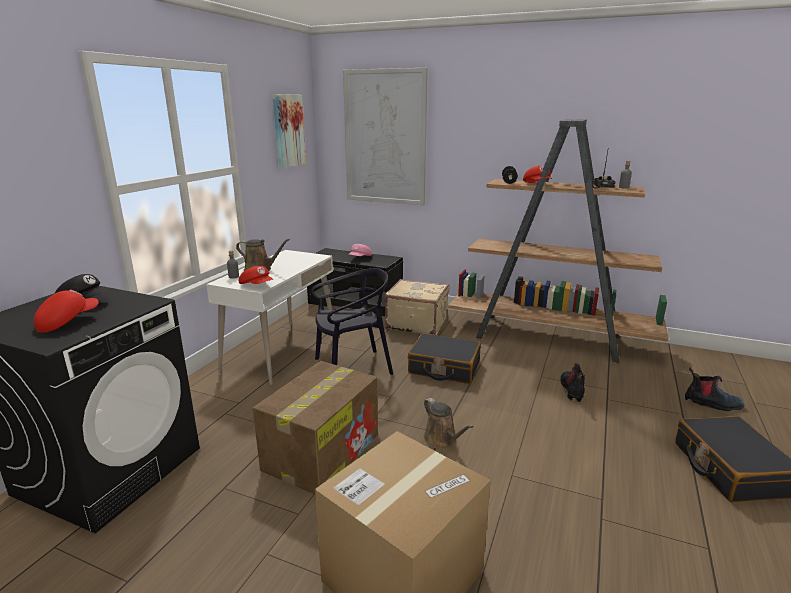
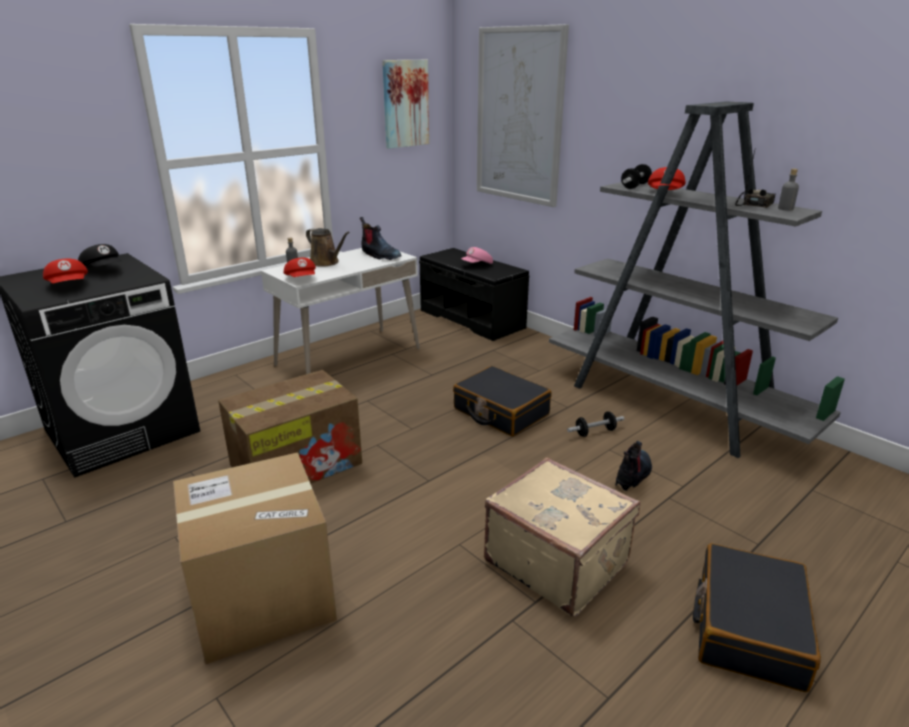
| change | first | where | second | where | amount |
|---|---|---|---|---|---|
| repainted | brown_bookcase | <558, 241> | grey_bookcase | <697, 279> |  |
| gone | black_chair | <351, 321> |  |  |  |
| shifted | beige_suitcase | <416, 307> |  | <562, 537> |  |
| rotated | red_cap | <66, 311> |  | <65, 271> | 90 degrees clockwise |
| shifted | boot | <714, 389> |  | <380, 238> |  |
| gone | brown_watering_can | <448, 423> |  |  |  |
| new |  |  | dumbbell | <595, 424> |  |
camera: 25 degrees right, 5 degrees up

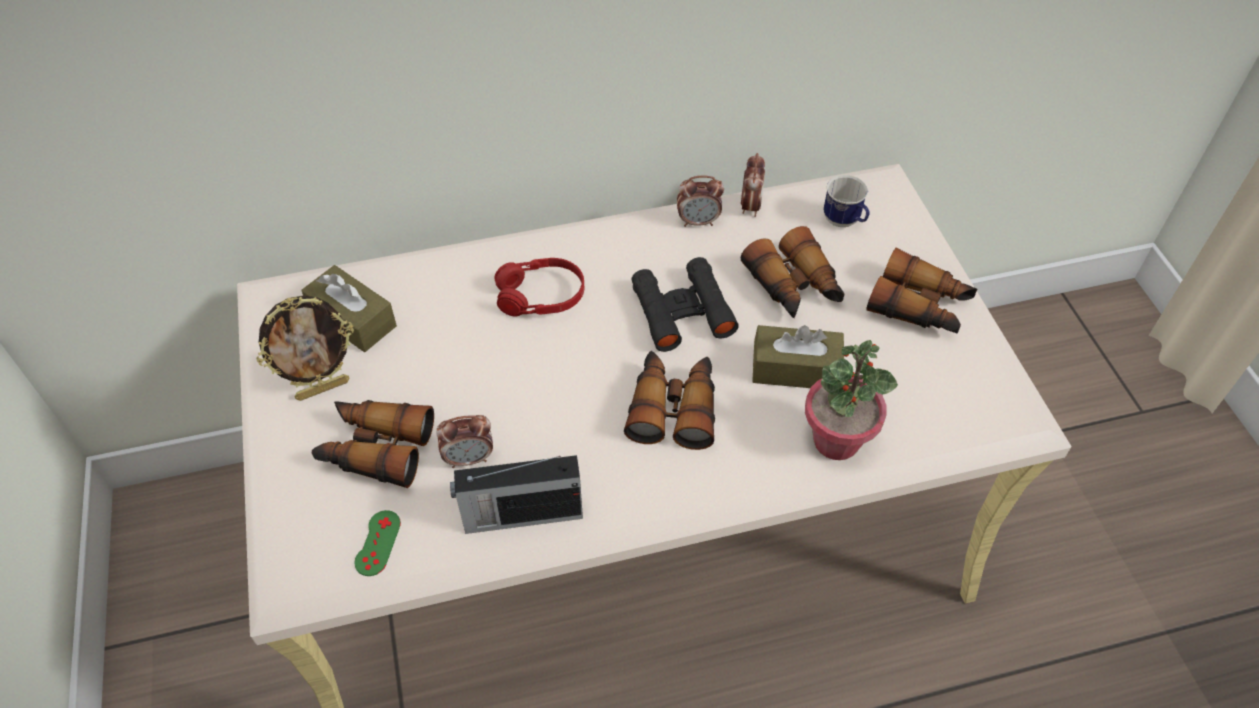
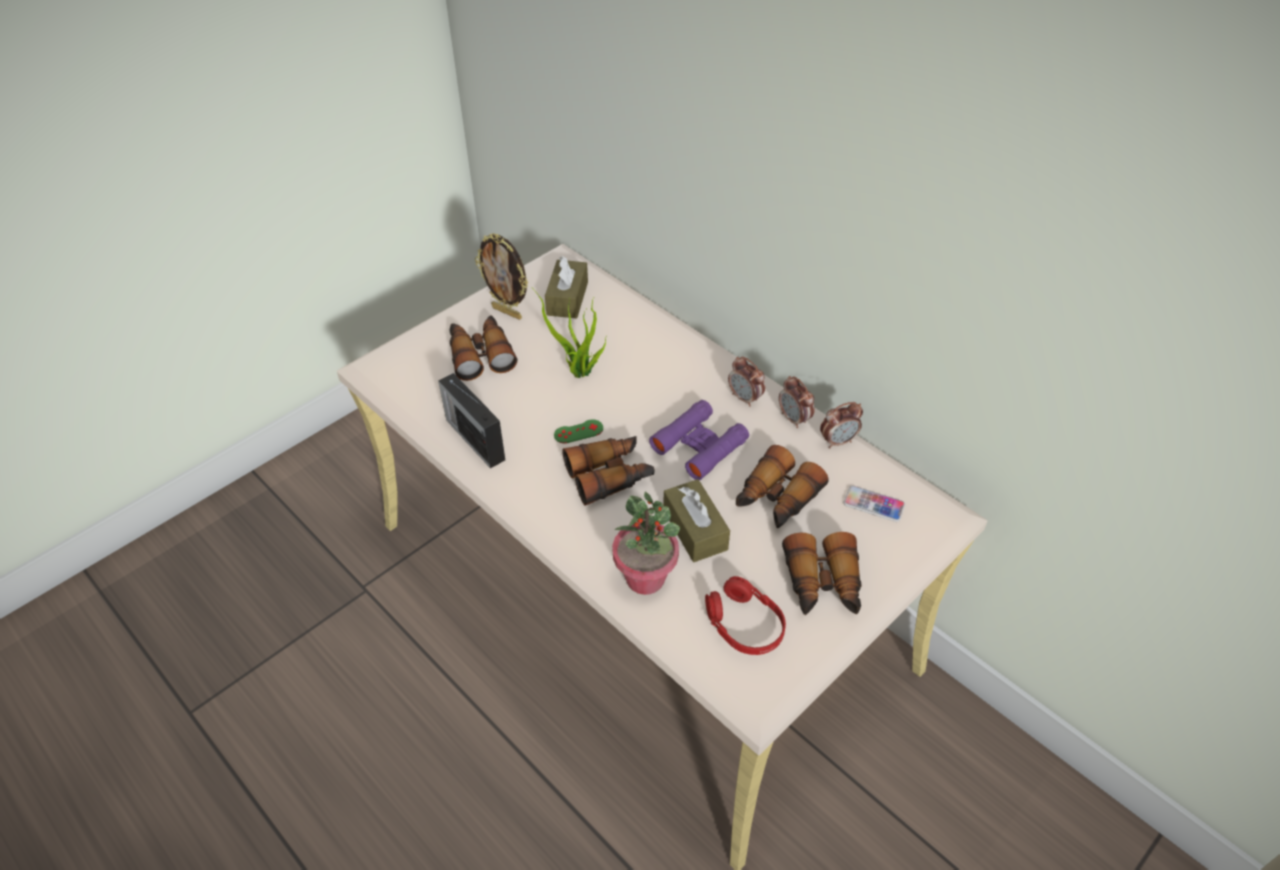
| change | first | where | second | where | amount |
|---|---|---|---|---|---|
| swapped | mug | <846, 201> | phone | <874, 503> |  |
| repainted | black_binoculars | <685, 304> | purple_binoculars | <699, 440> |  |
| shifted | red_headphones | <539, 287> |  | <745, 615> |  |
| shifted | alarm_clock | <464, 441> |  | <746, 381> |  |
| shifted | green_game_controller | <377, 543> |  | <578, 431> |  |
| new |  |  | potted_plant | <569, 333> |  |
camera: 60 degrees right, 5 degrees down

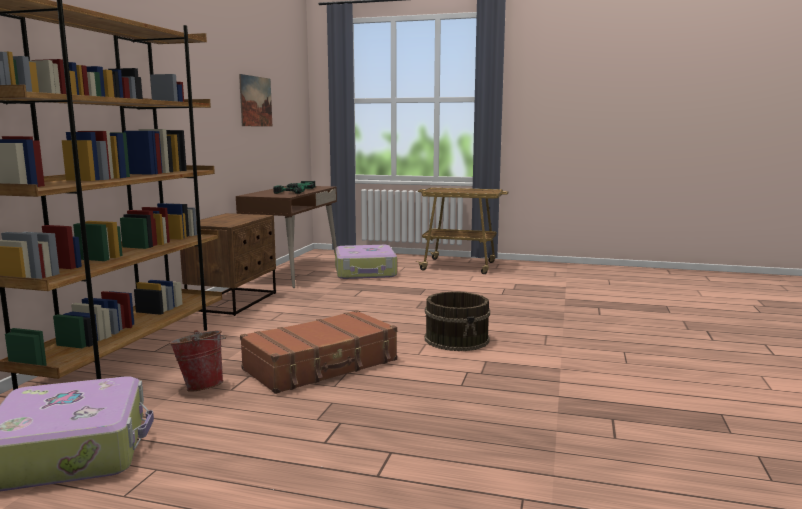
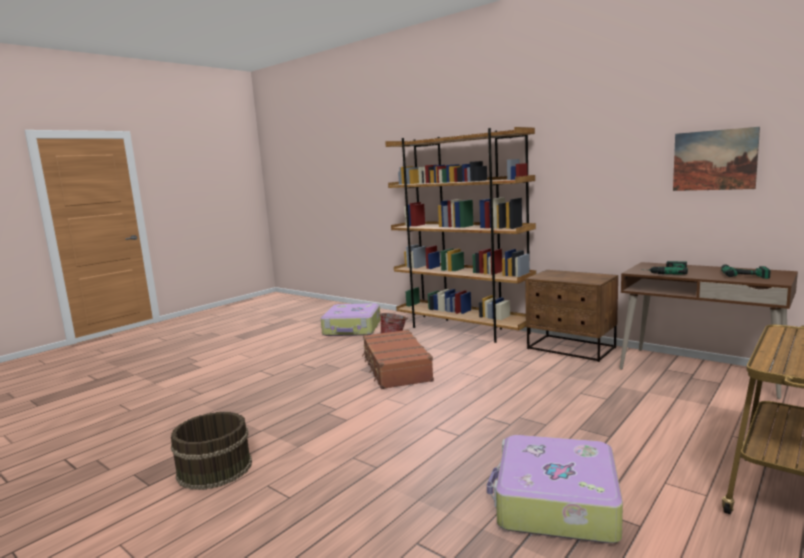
| change | first | where | second | where | amount |
|---|---|---|---|---|---|
| shifted | suitcase | <366, 262> |  | <555, 489> |  |
| shifted | brown_bucket | <457, 321> |  | <211, 451> |  |
camera: 115 degrees right, 0 degrees up

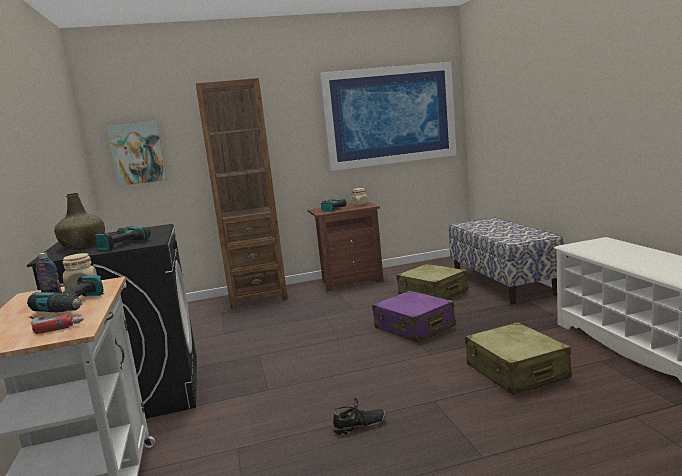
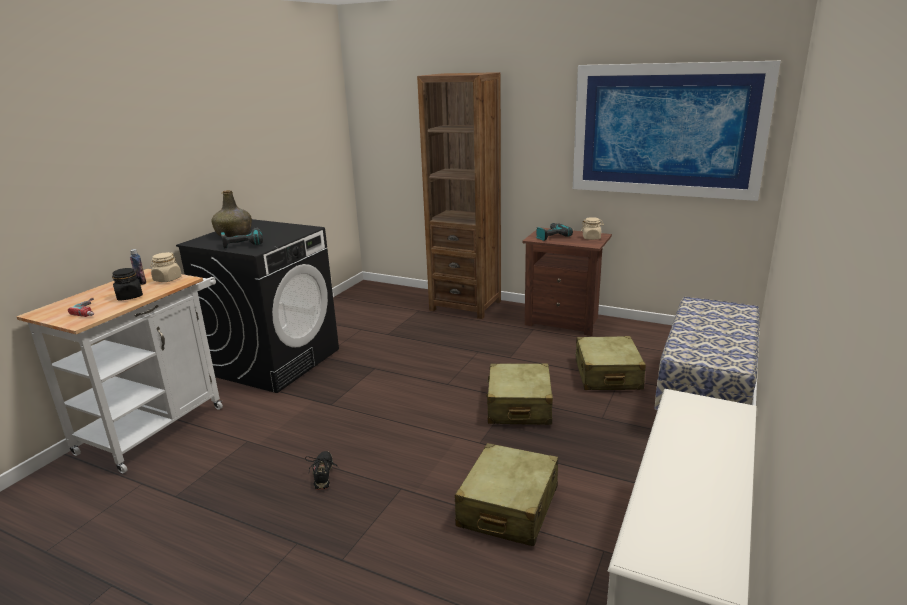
| change | first | where | second | where | amount |
|---|---|---|---|---|---|
| gone | picture | <136, 153> |  |  |  |
| swapped | power_drill | <65, 293> | black_jar | <127, 284> |  |
| repainted | purple_suitcase | <414, 317> | beige_suitcase | <519, 394> |  |
| rotated | black_shoe | <359, 416> |  | <321, 470> | 120 degrees counterclockwise |
camera: 40 degrees right, 10 degrees up

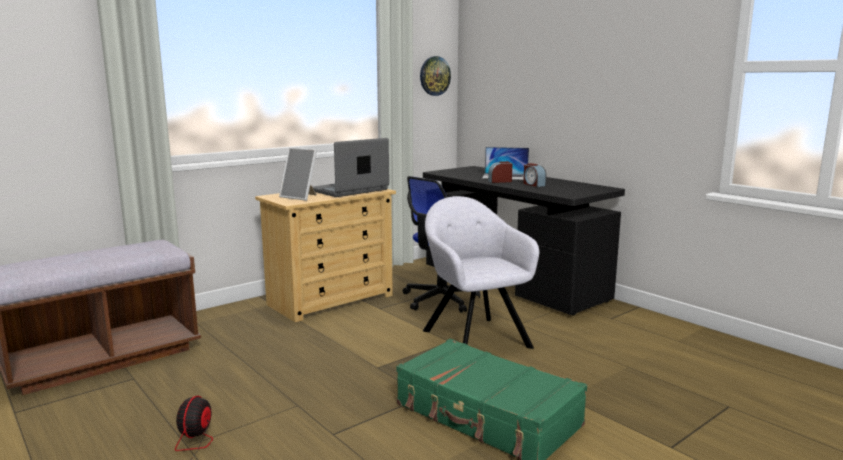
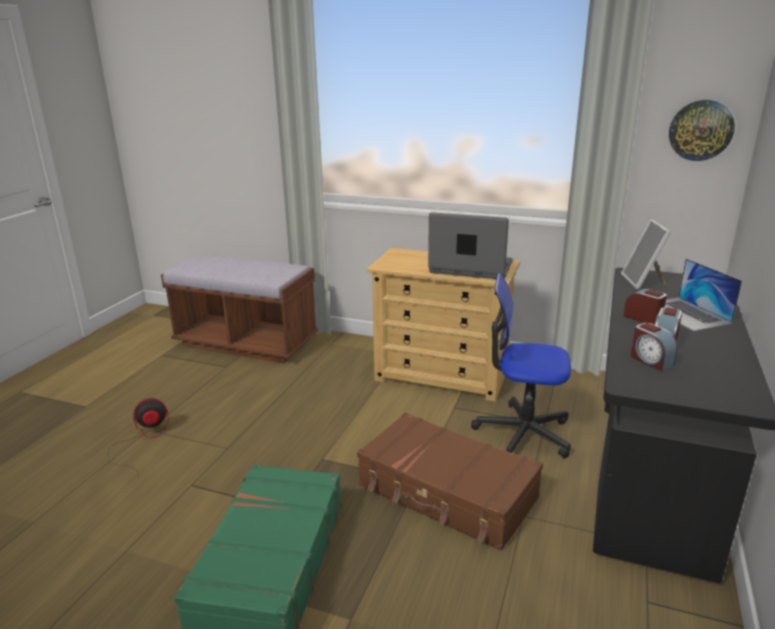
| change | first | where | second | where | amount |
|---|---|---|---|---|---|
| shifted | picture_frame | <298, 174> |  | <646, 254> |  |
| swapped | grey_armchair | <481, 272> | brown_suitcase | <450, 482> |  |
| new |  |  | alarm_clock | <654, 347> |  |
camera: 60 degrees right, 10 degrees up

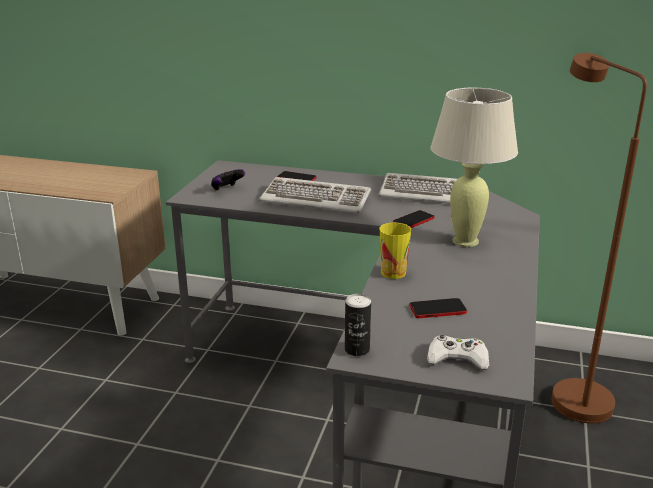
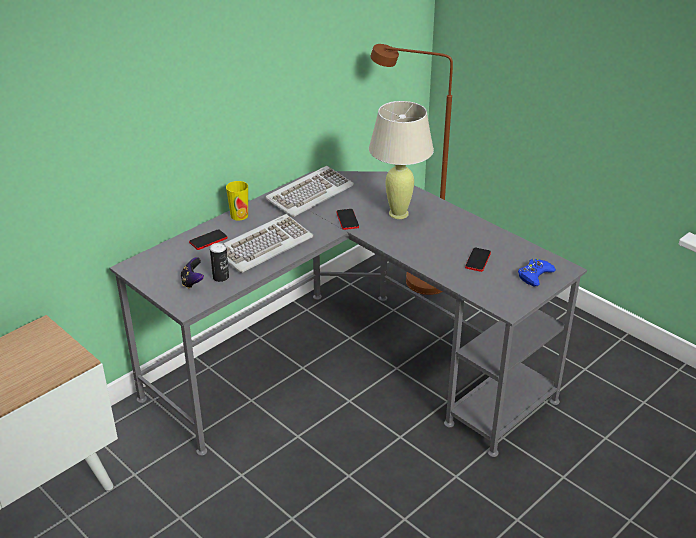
| change | first | where | second | where | amount |
|---|---|---|---|---|---|
| shifted | cup | <395, 251> |  | <237, 201> |  |
| shifted | can | <358, 325> |  | <219, 262> |  |
| repainted | white_game_controller | <458, 352> | blue_game_controller | <537, 272> |  |
camera: 60 degrees left, 10 degrees up

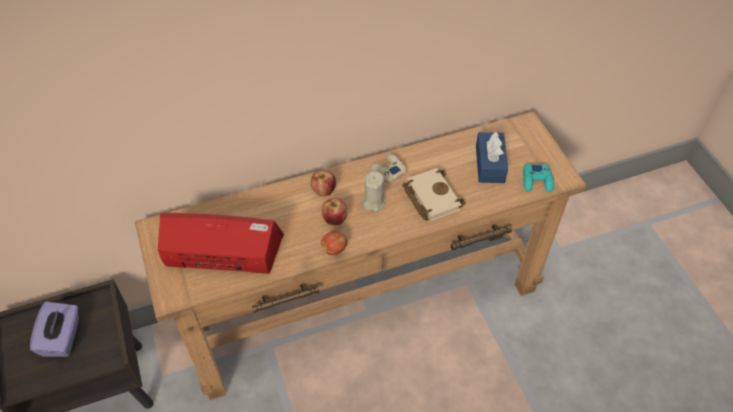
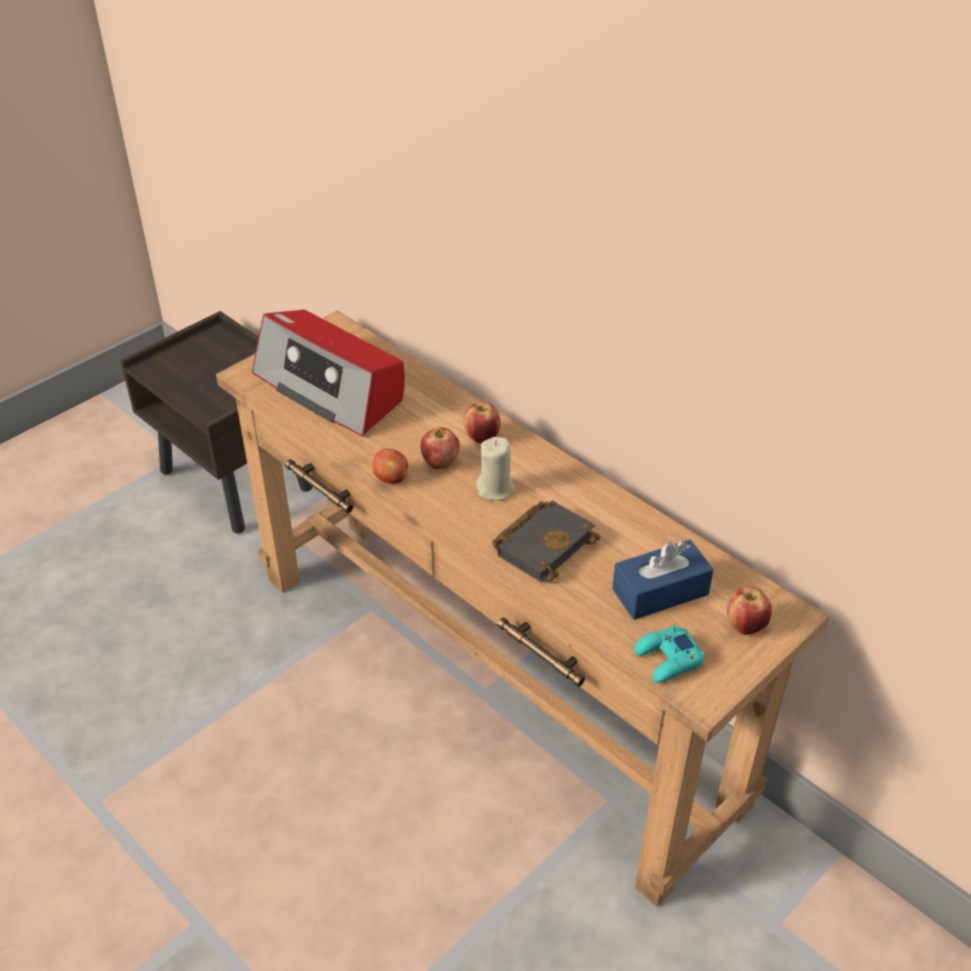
| change | first | where | second | where | amount |
|---|---|---|---|---|---|
| gone | beige_game_controller | <388, 168> |  |  |  |
| repainted | beige_book | <434, 194> | black_book | <546, 541> |  |
| rotated | radio | <221, 243> |  | <328, 373> | 150 degrees clockwise |
| gone | purple_tissue_box | <54, 329> |  |  |  |
| new |  |  | apple | <749, 610> |  |
camera: 65 degrees right, 10 degrees down

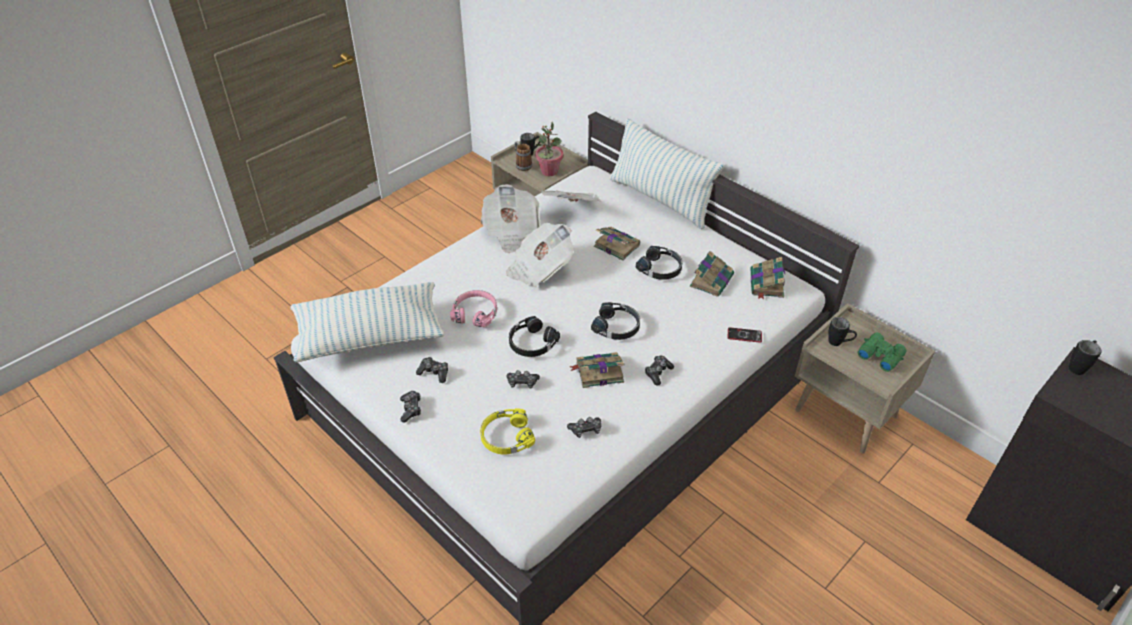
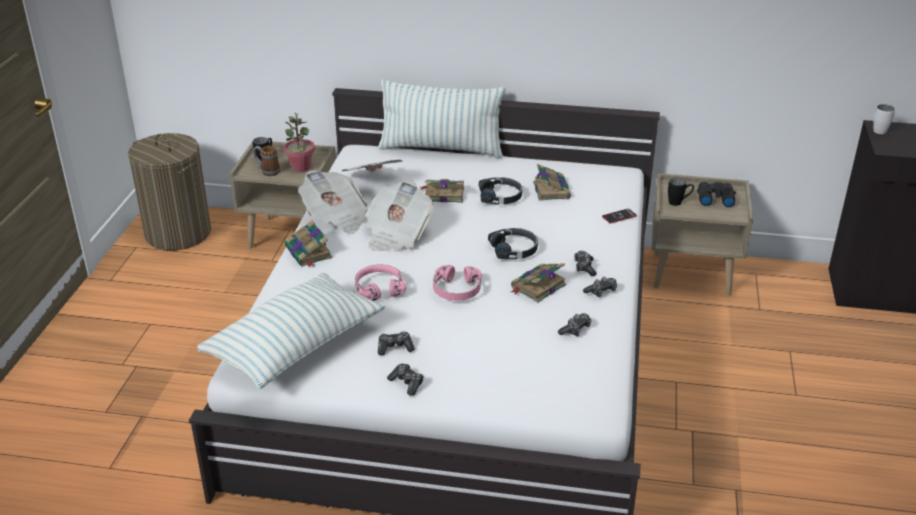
| change | first | where | second | where | amount |
|---|---|---|---|---|---|
| shifted | book | <767, 278> |  | <309, 244> |  |
| repainted | black_headphones | <534, 336> | pink_headphones | <457, 283> |  |
| repainted | green_binoculars | <882, 352> | black_binoculars | <716, 194> |  |
| repainted | black_mug | <1085, 357> | white_mug | <884, 119> |  |
| shifted | game_controller | <523, 379> |  | <600, 287> |  |
| gone | yellow_headphones | <507, 431> |  |  |  |
| new |  |  | laundry_basket | <169, 191> |  |
camera: 35 degrees left, 10 degrees down

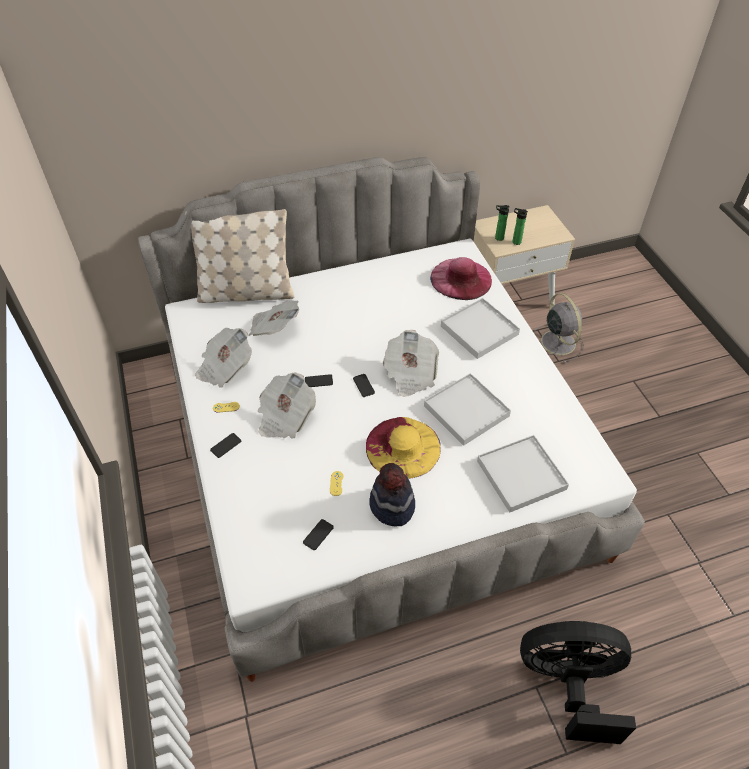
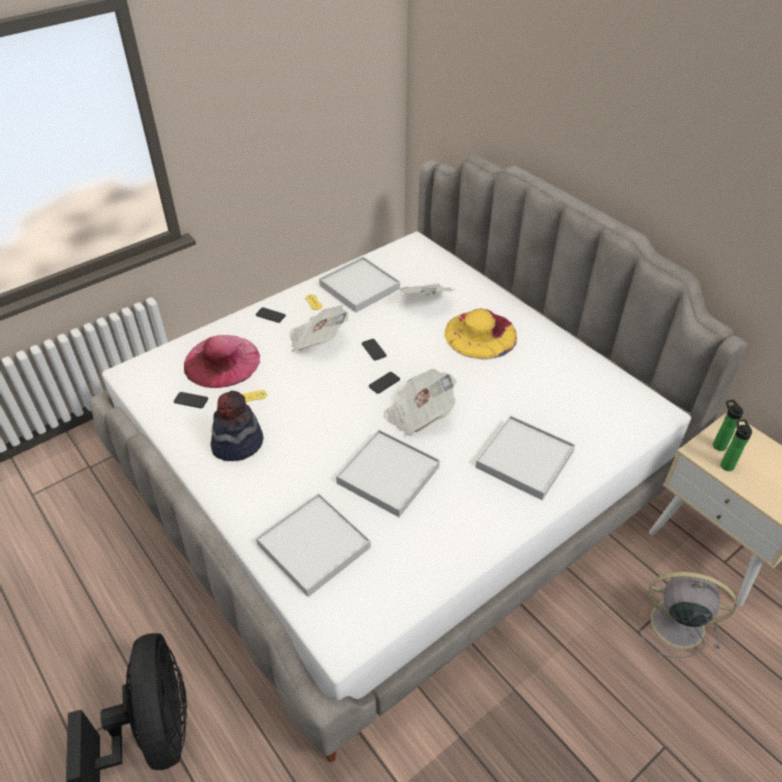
| change | first | where | second | where | amount |
|---|---|---|---|---|---|
| gone | beige_pillow | <240, 256> |  |  |  |
| shifted | pink_hat | <461, 278> |  | <222, 361> |  |
| rotated | grey_fan | <558, 328> |  | <686, 615> | 120 degrees counterclockwise |
| swapped | newspaper | <223, 357> | white_tray | <359, 284> |  |
| shifted | yellow_hat | <403, 448> |  | <481, 334> |  |
camera: 70 degrees right, 5 degrees down

